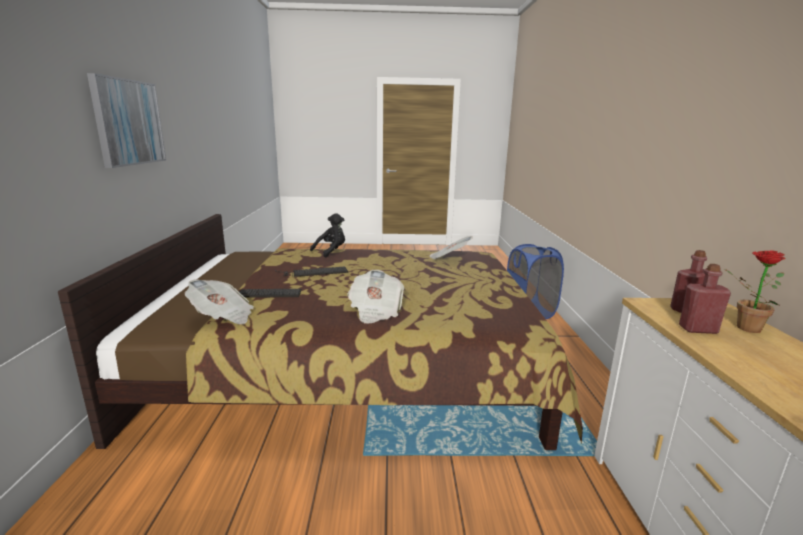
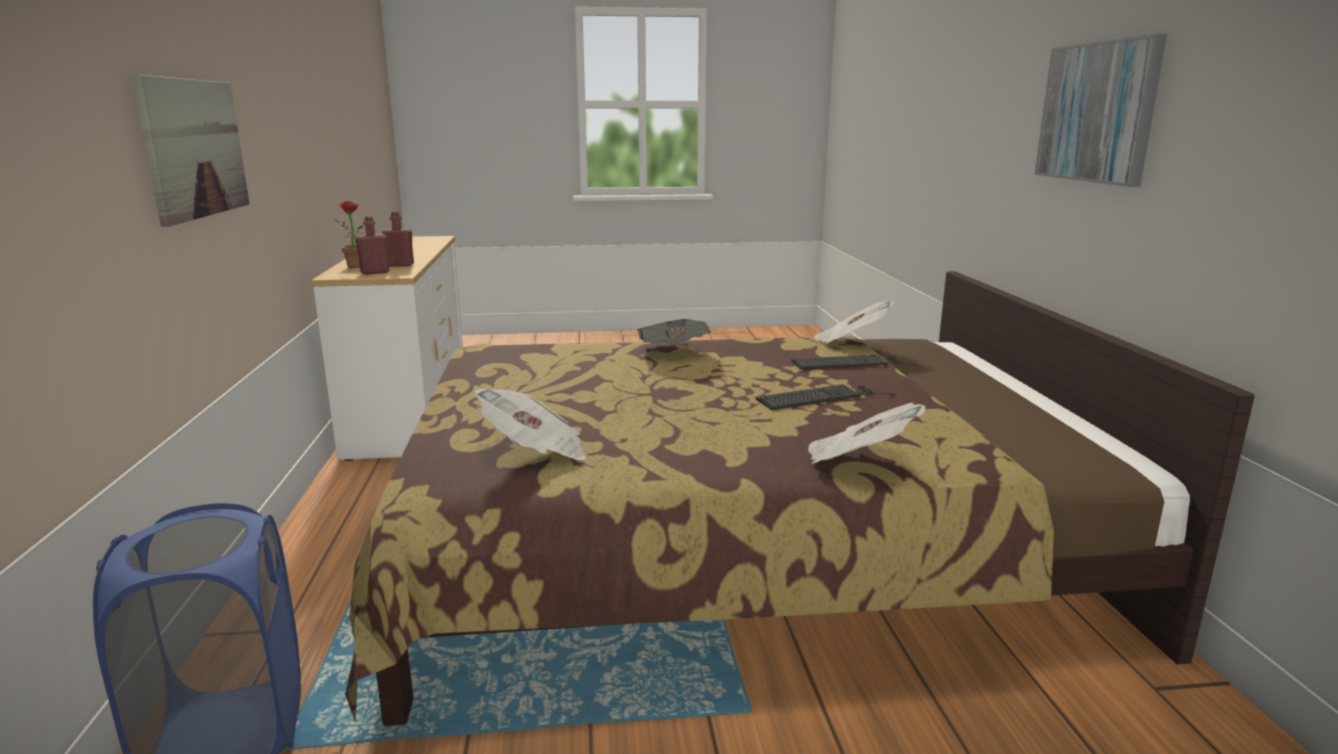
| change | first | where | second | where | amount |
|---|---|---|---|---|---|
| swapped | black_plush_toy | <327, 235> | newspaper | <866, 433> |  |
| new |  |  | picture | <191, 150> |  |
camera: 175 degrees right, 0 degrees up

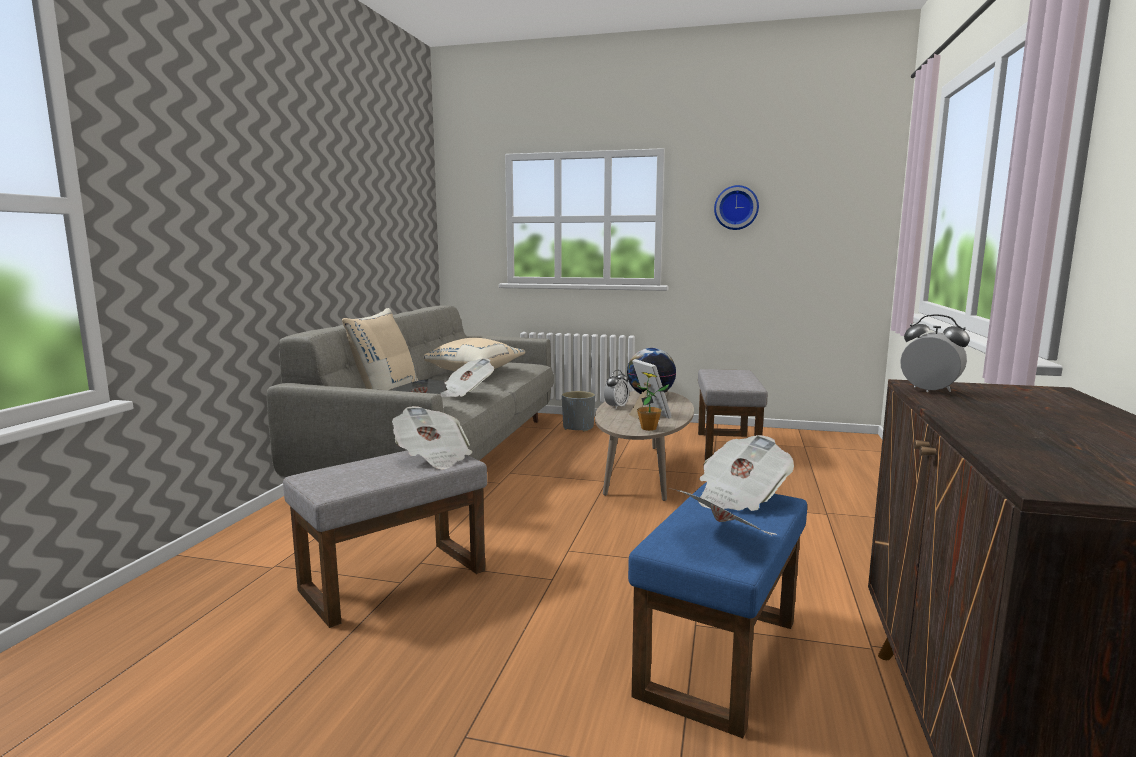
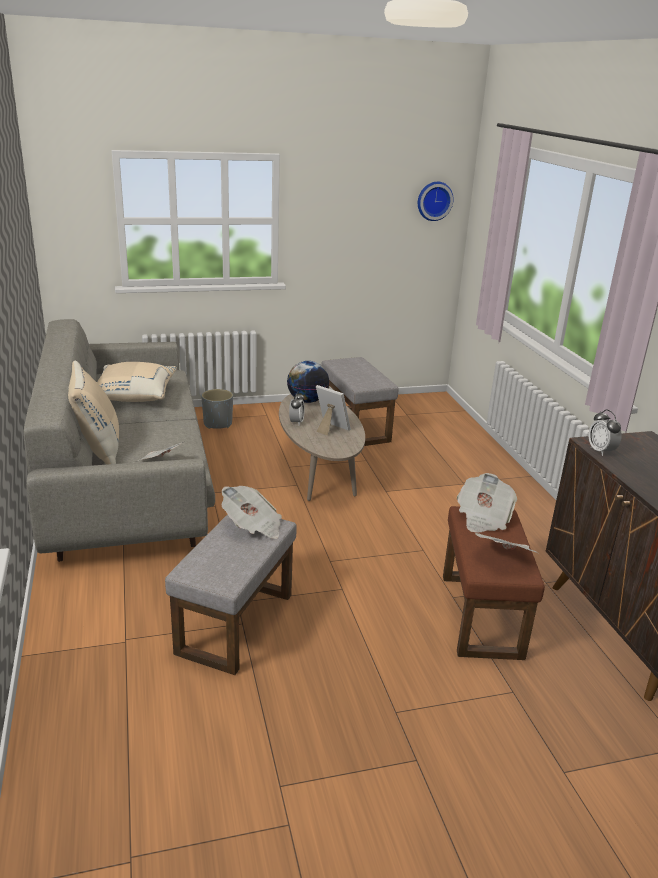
| change | first | where | second | where | amount |
|---|---|---|---|---|---|
| shifted | wall_clock | <736, 207> |  | <436, 201> |  |
| rotated | alarm_clock | <935, 353> |  | <605, 432> | 120 degrees counterclockwise |
| gone | newspaper | <467, 377> |  |  |  |
| gone | potted_plant | <653, 401> |  |  |  |
| repainted | blue_ottoman | <717, 610> | brown_ottoman | <494, 583> |  |
camera: 30 degrees left, 15 degrees up

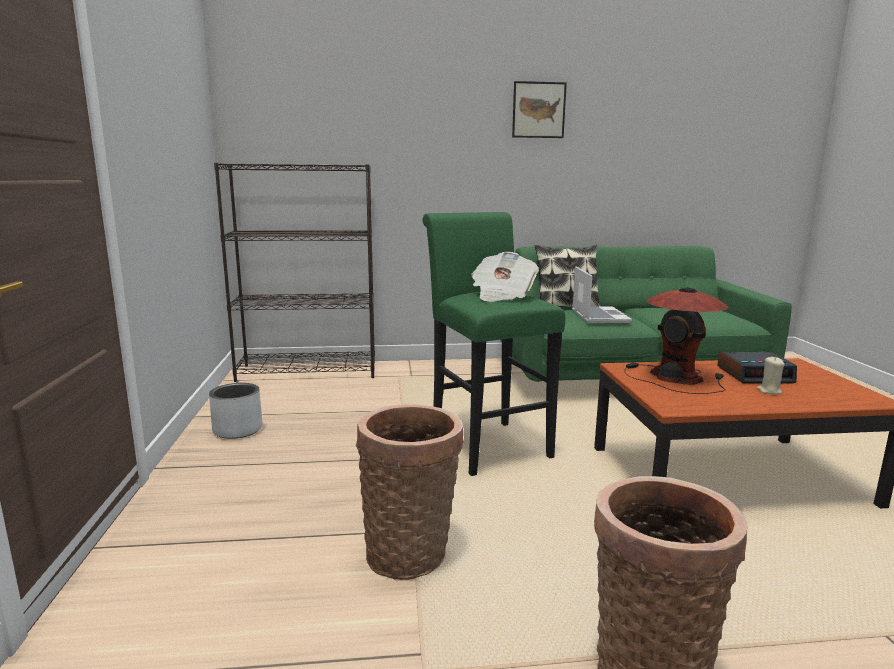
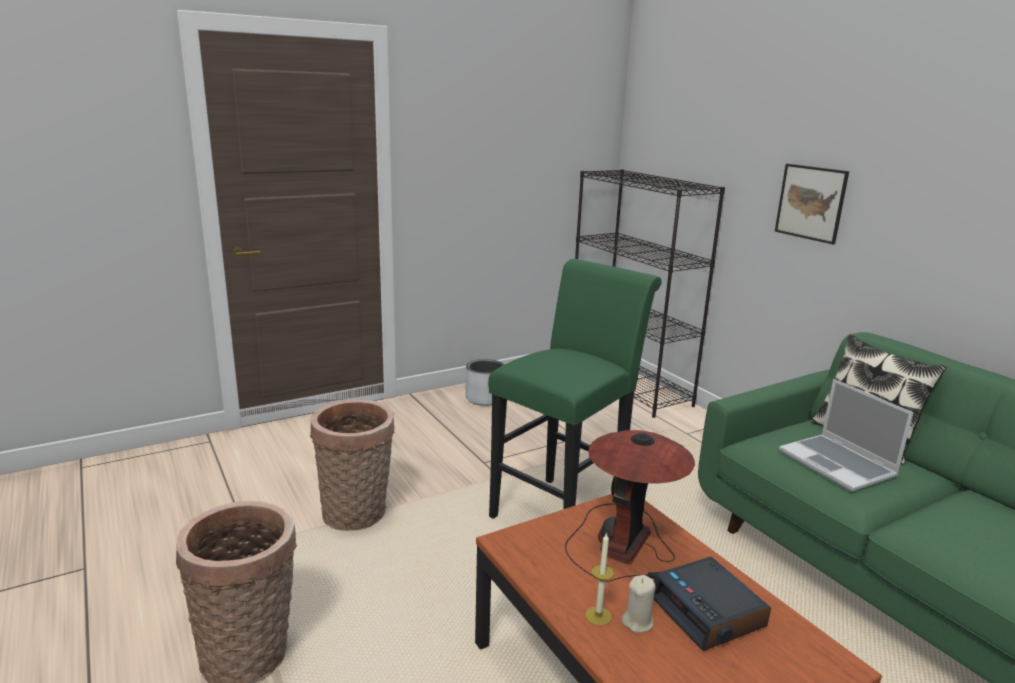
| change | first | where | second | where | amount |
|---|---|---|---|---|---|
| shifted | picture | <539, 109> |  | <812, 204> |  |
| gone | newspaper | <505, 277> |  |  |  |
| rotated | laptop | <602, 295> |  | <846, 435> | 90 degrees clockwise |
| new |  |  | candle | <599, 579> |  |
camera: 65 degrees right, 5 degrees up

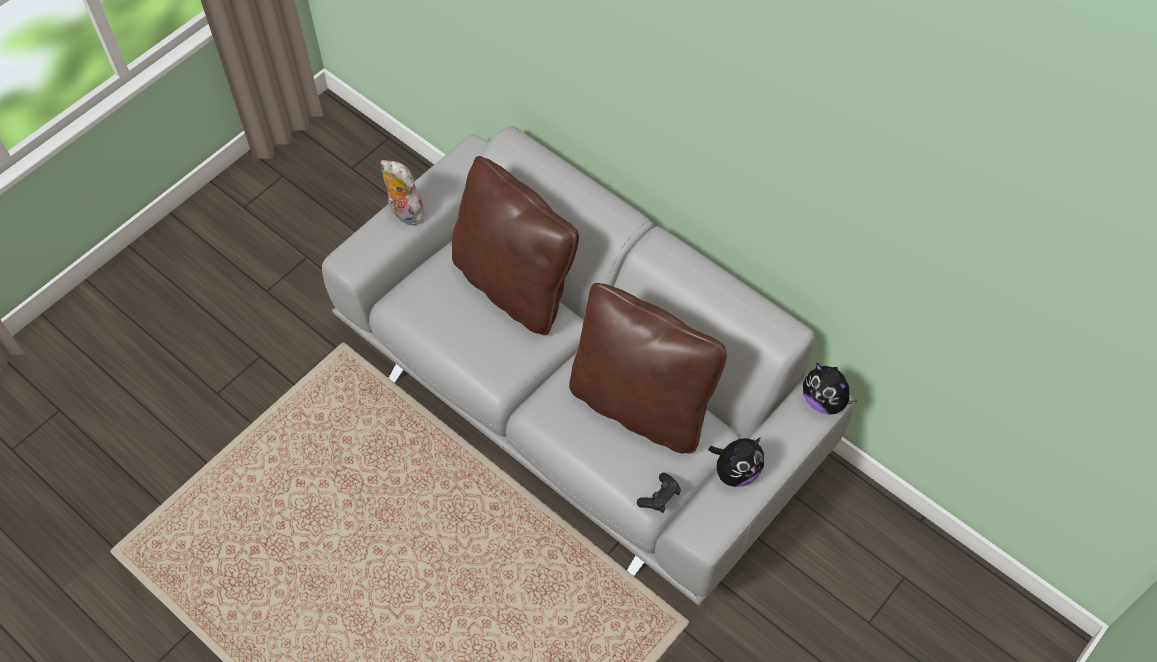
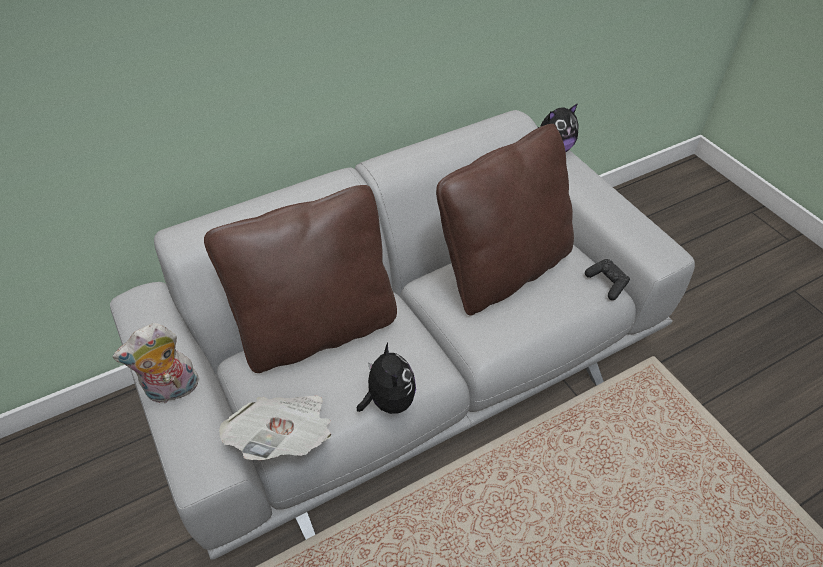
| change | first | where | second | where | amount |
|---|---|---|---|---|---|
| shifted | plush_toy | <736, 462> |  | <386, 378> |  |
| new |  |  | newspaper | <275, 427> |  |
camera: 70 degrees left, 10 degrees down

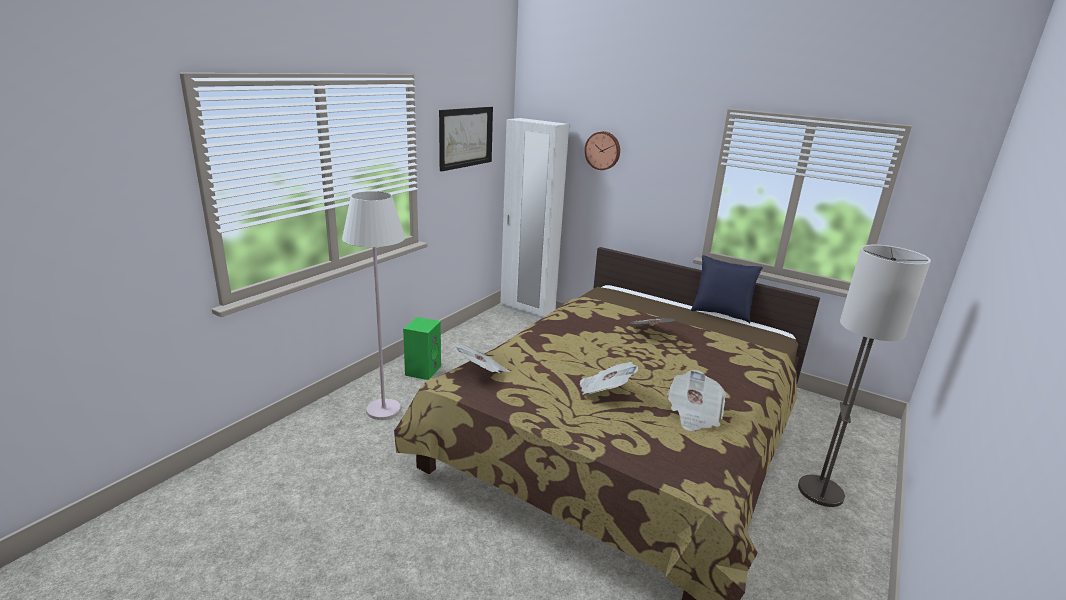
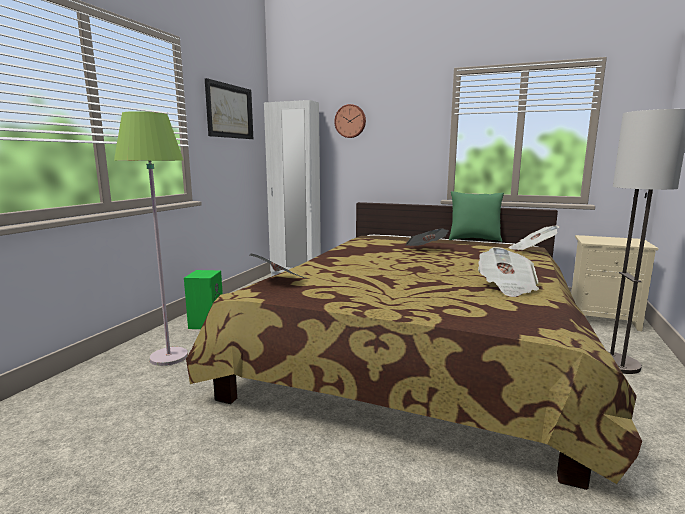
| change | first | where | second | where | amount |
|---|---|---|---|---|---|
| repainted | white_floor_lamp | <373, 305> | green_floor_lamp | <151, 238> |  |
| repainted | blue_pillow | <727, 289> | green_pillow | <476, 216> |  |
| shifted | newspaper | <609, 378> |  | <534, 237> |  |
| new |  |  | beige_nightstand | <614, 283> |  |
camera: 10 degrees left, 10 degrees down

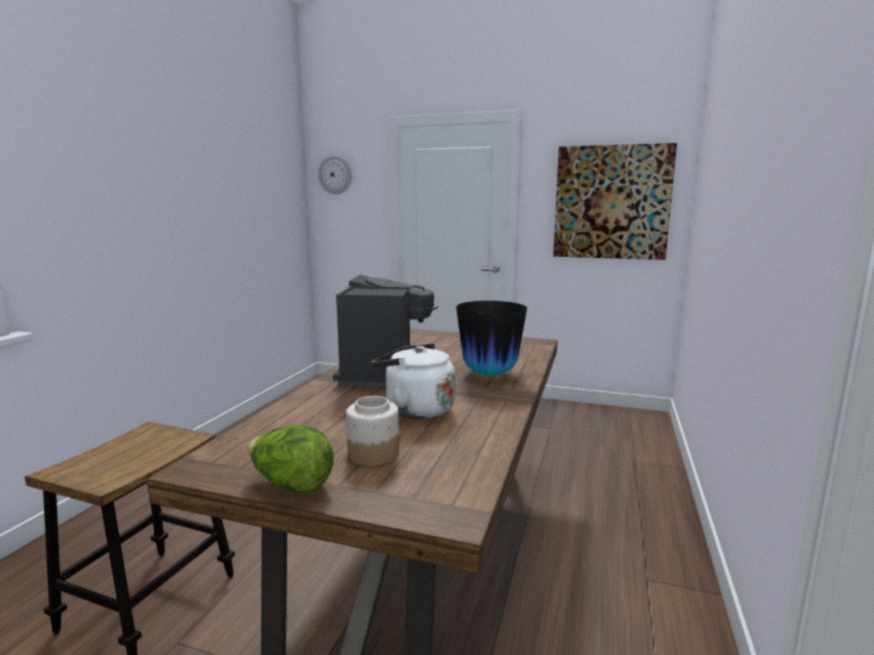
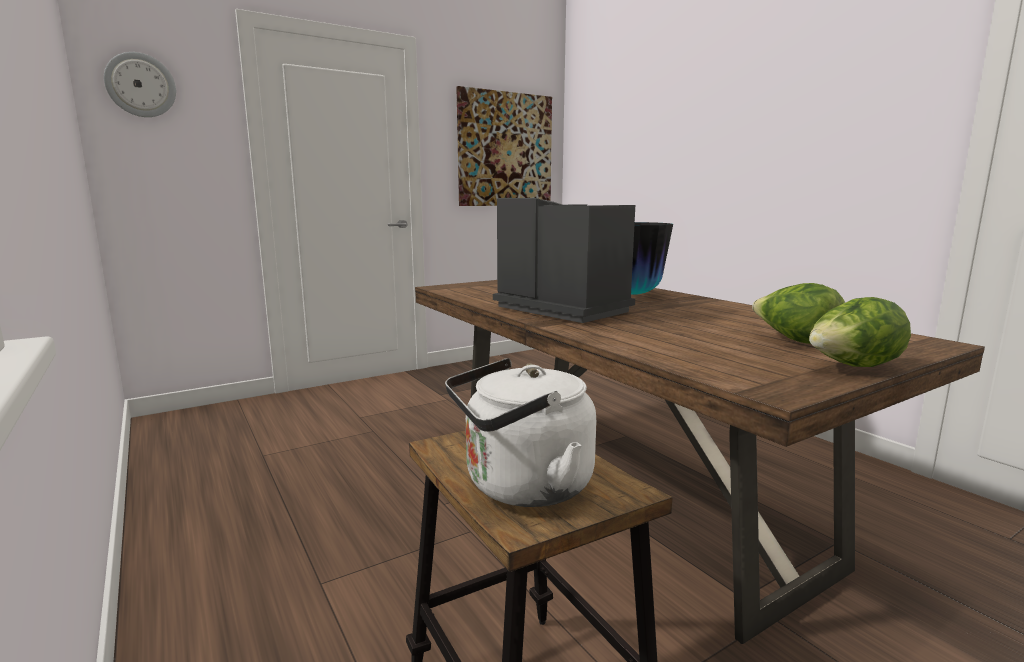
| change | first | where | second | where | amount |
|---|---|---|---|---|---|
| shifted | white_kettle | <413, 381> |  | <520, 432> |  |
| swapped | jar | <372, 431> | lettuce | <798, 313> |  |
camera: 50 degrees left, 0 degrees up

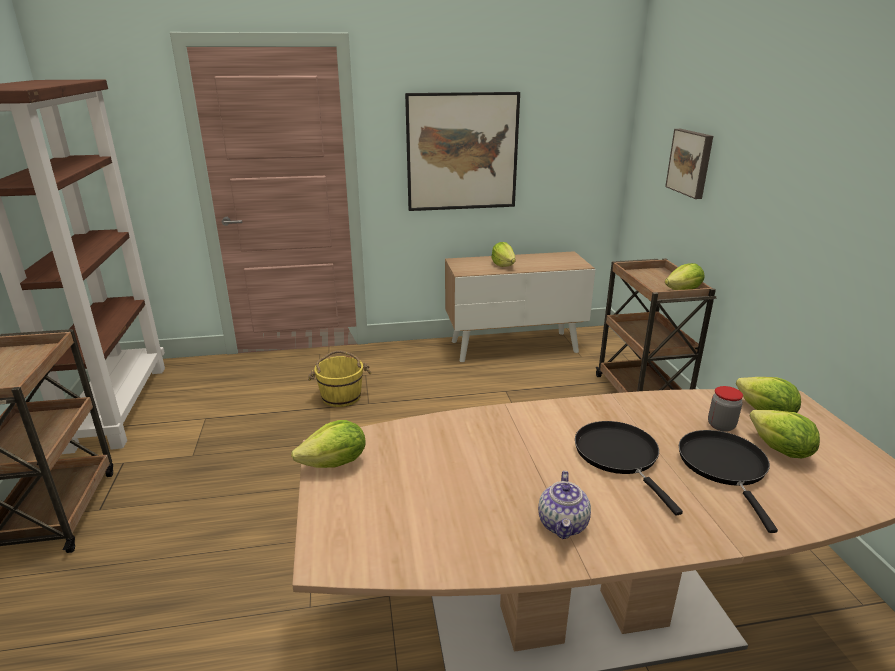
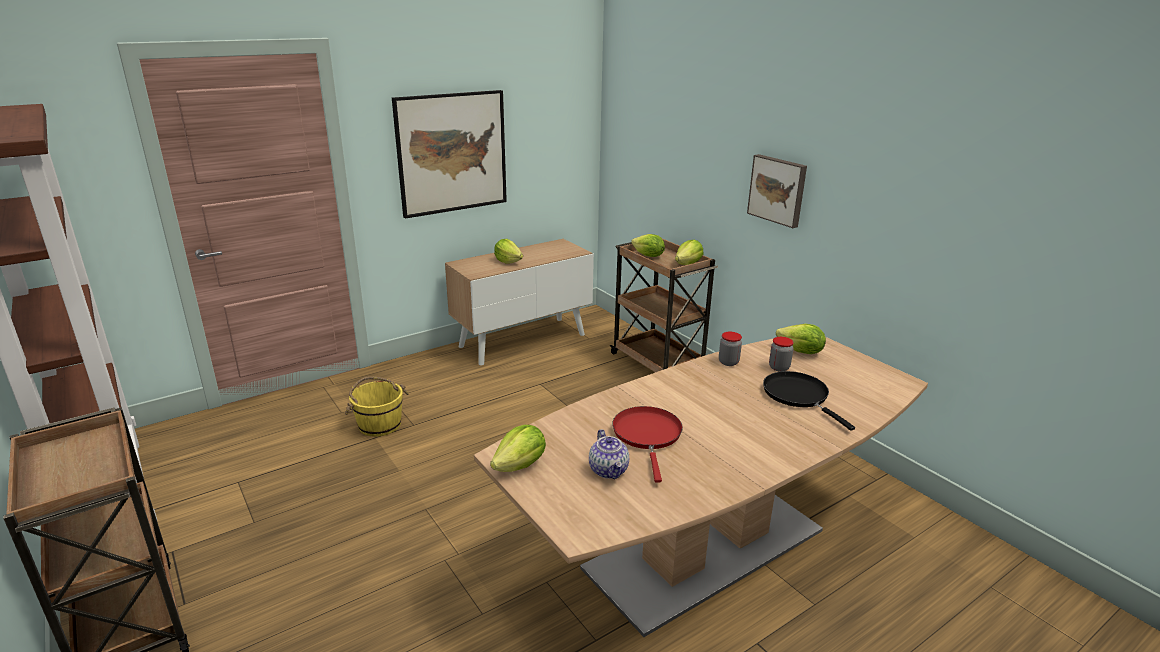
| change | first | where | second | where | amount |
|---|---|---|---|---|---|
| shifted | picture | <689, 164> |  | <777, 191> |  |
| shifted | lettuce | <785, 434> |  | <648, 245> |  |
| gone | black_frying_pan | <629, 468> |  |  |  |
| shifted | teapot | <564, 505> |  | <609, 454> |  |
| new |  |  | jar | <730, 349> |  |
| new |  |  | red_frying_pan | <647, 444> |  |
camera: 25 degrees left, 0 degrees up

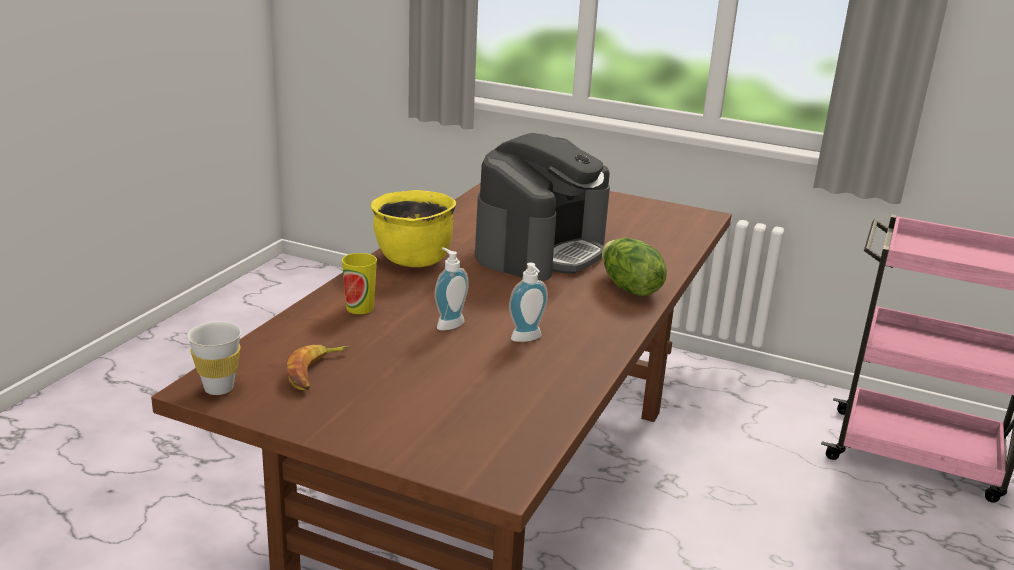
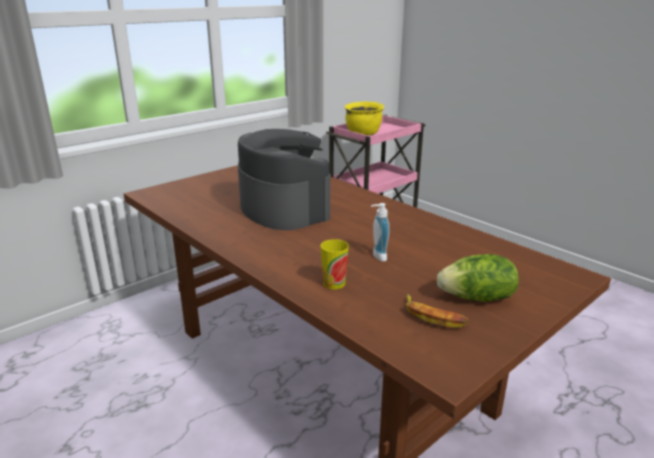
| change | first | where | second | where | amount |
|---|---|---|---|---|---|
| shifted | yellow_cooking_pot | <413, 228> |  | <364, 118> |  |
| shifted | lettuce | <634, 267> |  | <478, 278> |  |
| gone | soap_dispenser | <528, 302> |  |  |  |
| gone | white_cup | <214, 358> |  |  |  |
camera: 65 degrees left, 0 degrees up

